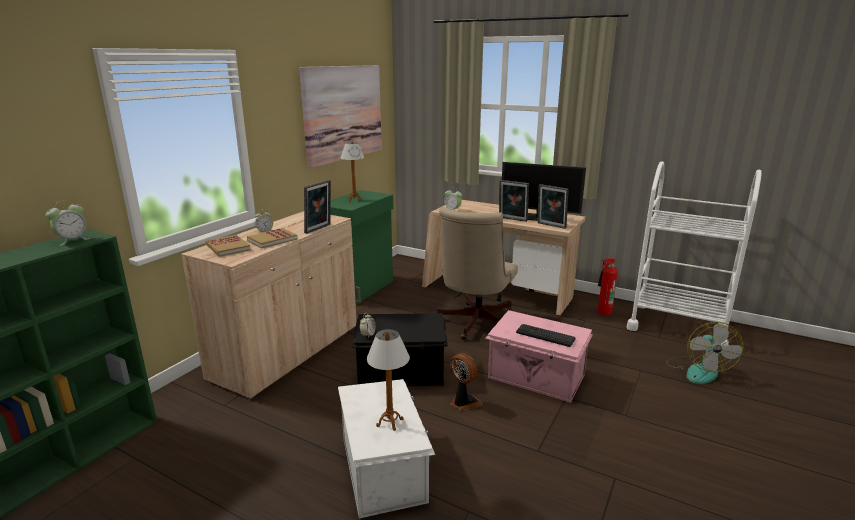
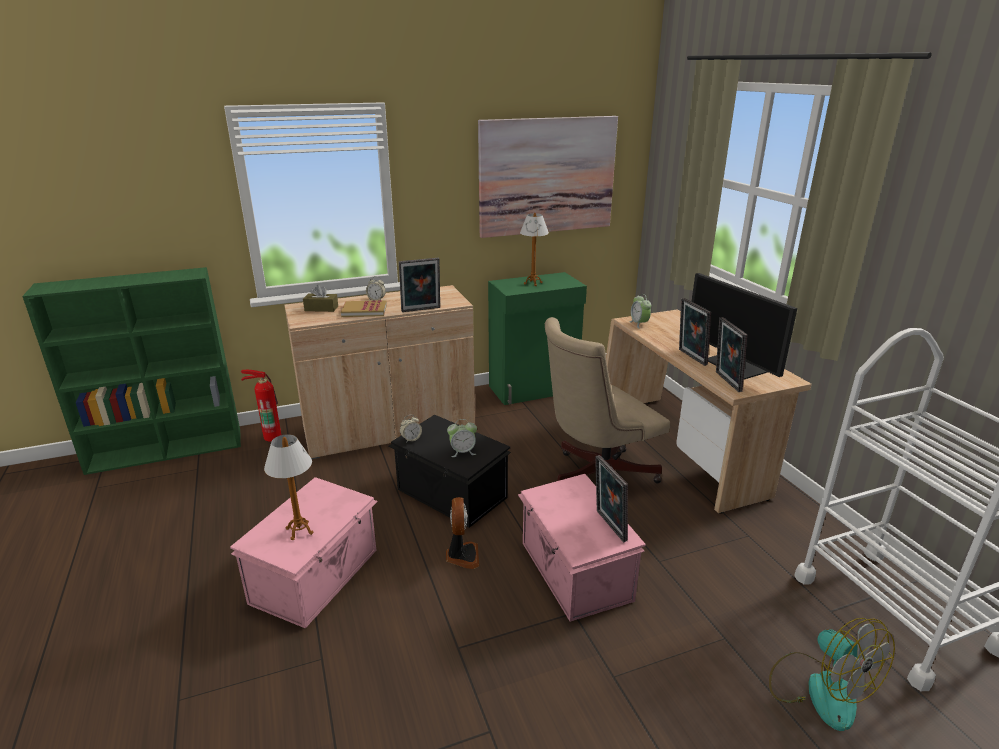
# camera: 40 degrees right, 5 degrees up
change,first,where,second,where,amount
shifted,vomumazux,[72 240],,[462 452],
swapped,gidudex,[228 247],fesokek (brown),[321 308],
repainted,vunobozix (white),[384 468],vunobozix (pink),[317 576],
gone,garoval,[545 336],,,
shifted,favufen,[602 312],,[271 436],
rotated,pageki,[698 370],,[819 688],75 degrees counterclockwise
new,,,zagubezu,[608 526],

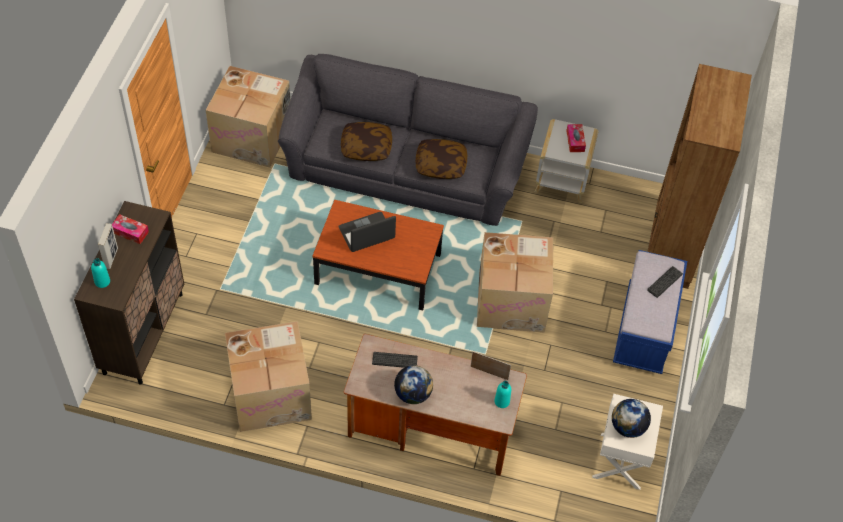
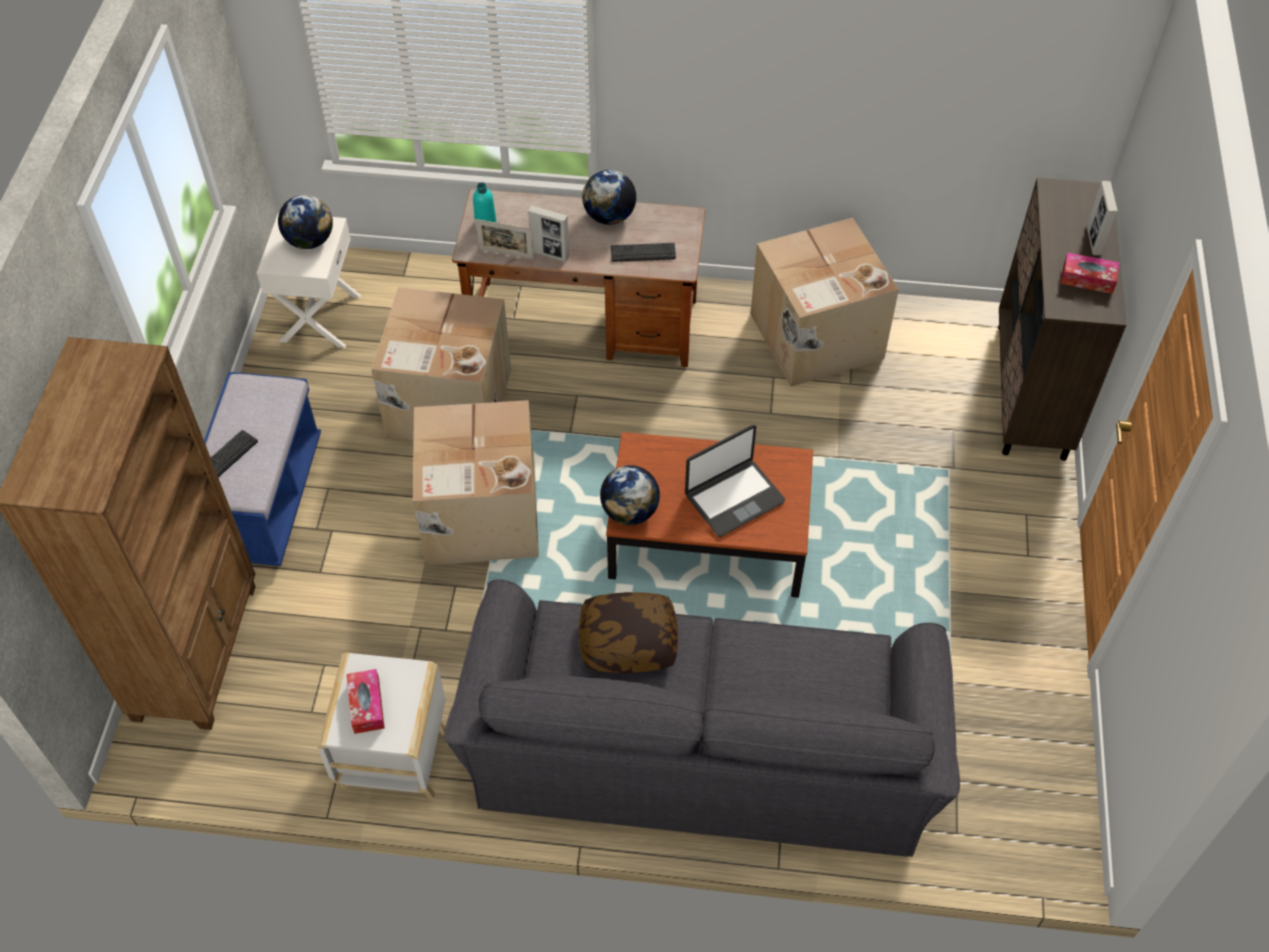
# camera: 175 degrees right, 0 degrees up
change,first,where,second,where,amount
gone,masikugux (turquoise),[102 281],,,
shifted,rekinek,[253 137],,[447 403],
gone,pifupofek,[366 147],,,
new,,,zagubezu,[550 254],
new,,,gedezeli,[630 512],

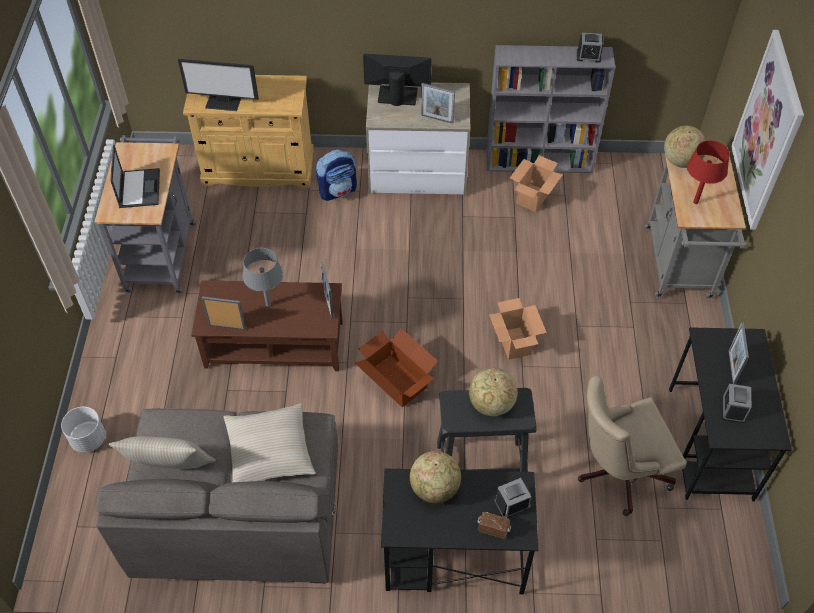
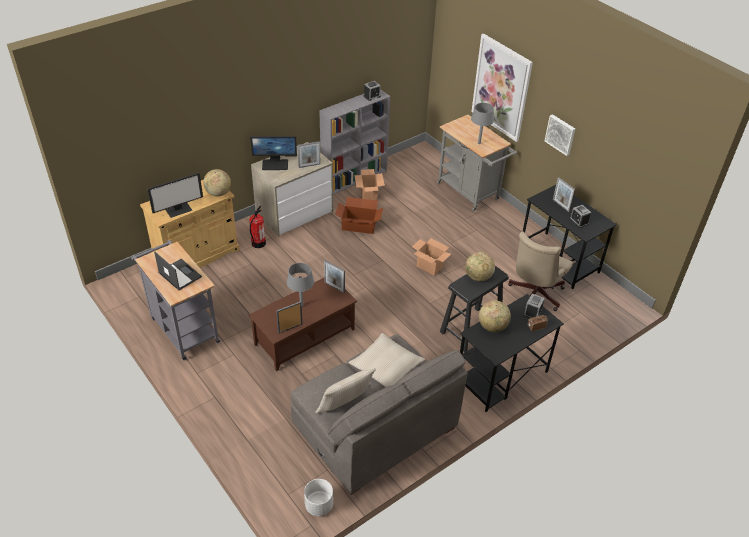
# camera: 40 degrees left, 10 degrees down
change,first,where,second,where,amount
shifted,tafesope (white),[88 439],,[319 505],
swapped,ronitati,[338 190],favufen,[258 243],
shifted,rekinek,[396 380],,[358 225],
rotated,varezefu,[397 96],,[275 164],150 degrees counterclockwise
shifted,gedezeli,[680 161],,[218 193],
repainted,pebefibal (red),[695 202],pebefibal (grey),[479 143],
new,,,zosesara,[560 134],

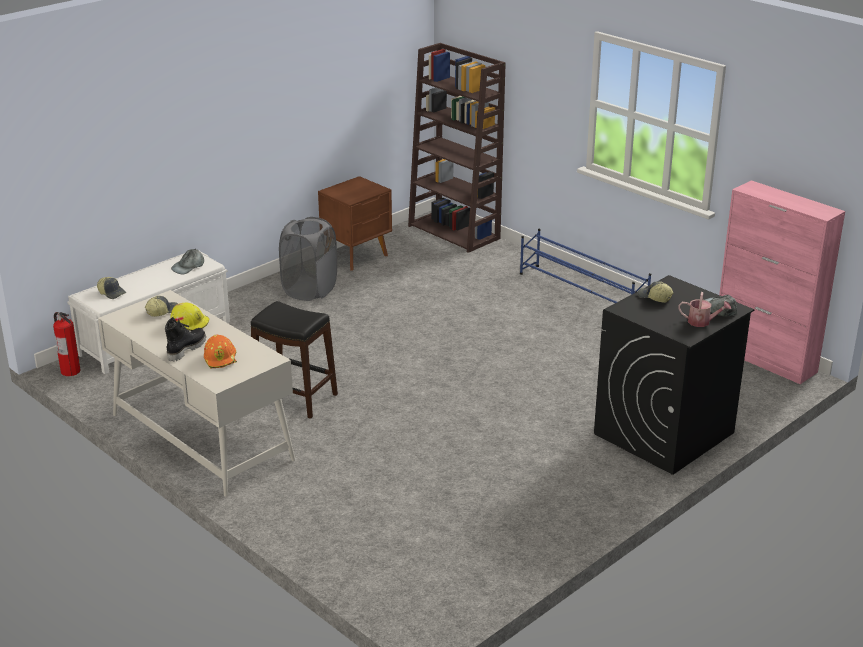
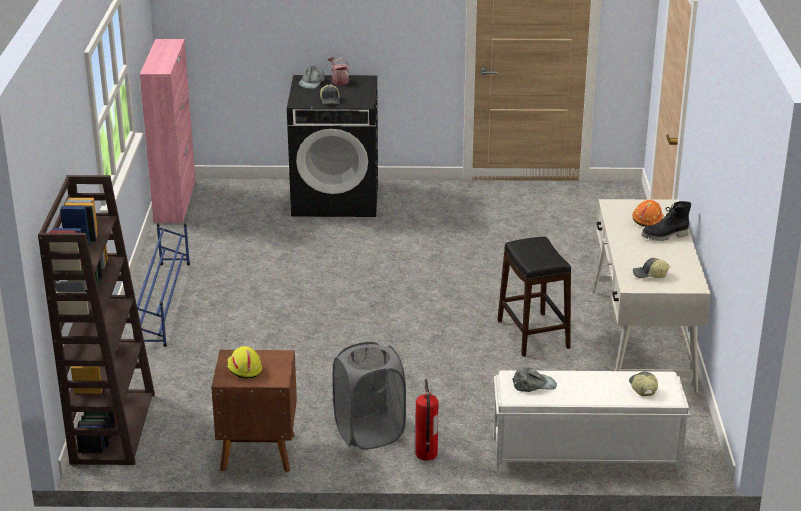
# camera: 135 degrees left, 0 degrees up
change,first,where,second,where,amount
shifted,favufen,[70 371],,[426 454],
shifted,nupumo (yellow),[190 323],,[243 369],

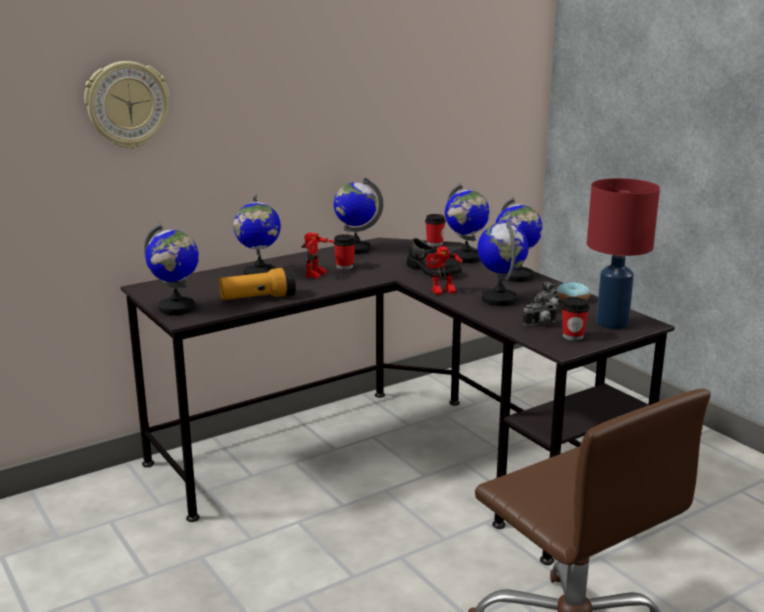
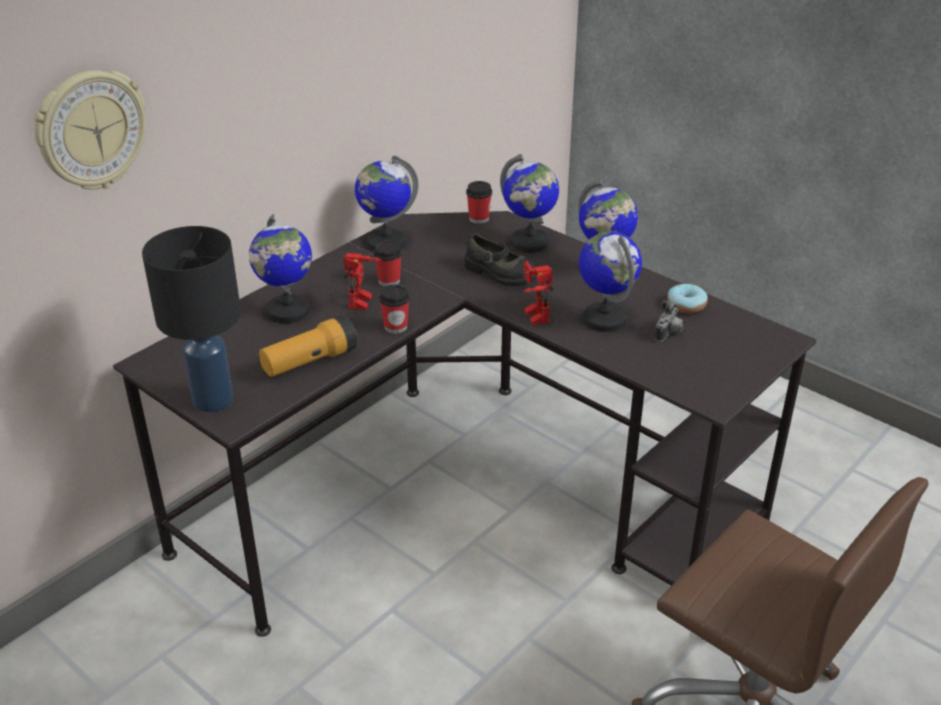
# camera: 15 degrees left, 15 degrees up
change,first,where,second,where,amount
swapped,gedezeli,[177 308],pebefibal (black),[214 399],
rotated,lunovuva,[443 292],,[532 315],105 degrees clockwise
gone,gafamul,[541 324],,,
shifted,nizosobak,[573 336],,[395 327],
gone,pebefibal (red),[612 323],,,

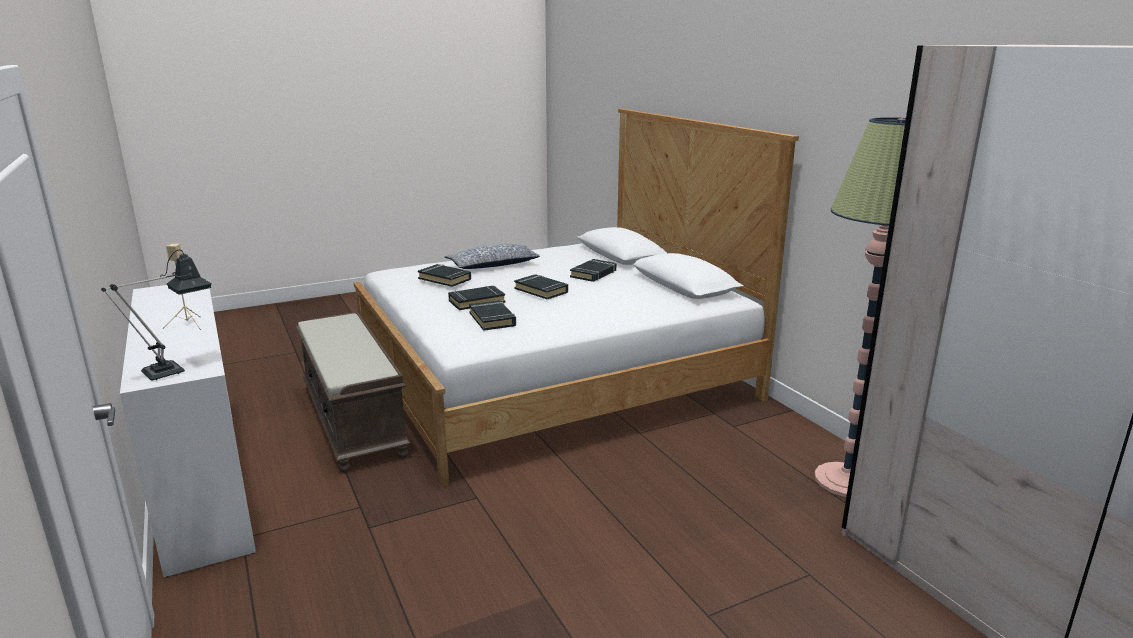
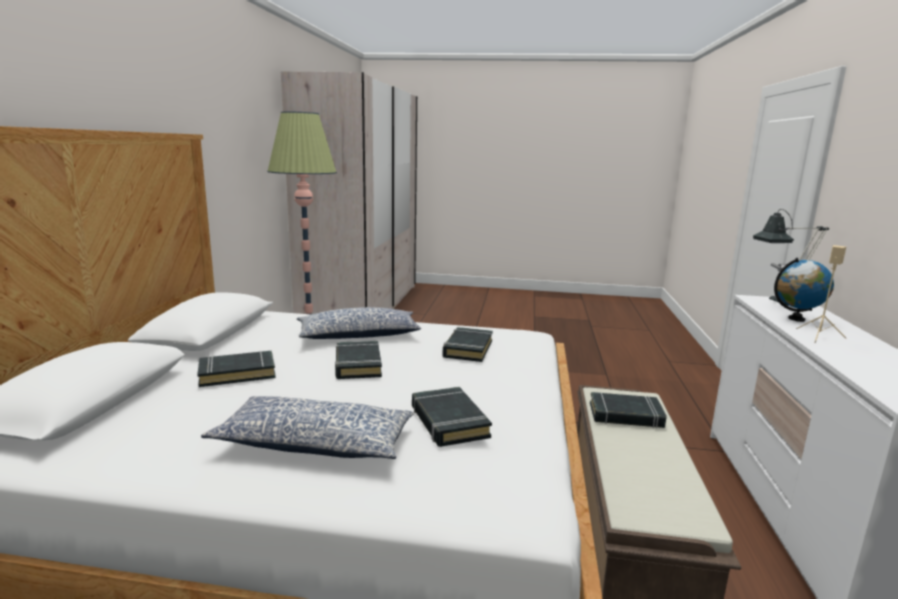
# camera: 145 degrees left, 5 degrees down
change,first,where,second,where,amount
shifted,gidudex (black),[476 301],,[625 415],
new,,,pifupofek,[359 336],
new,,,gedezeli,[796 319],

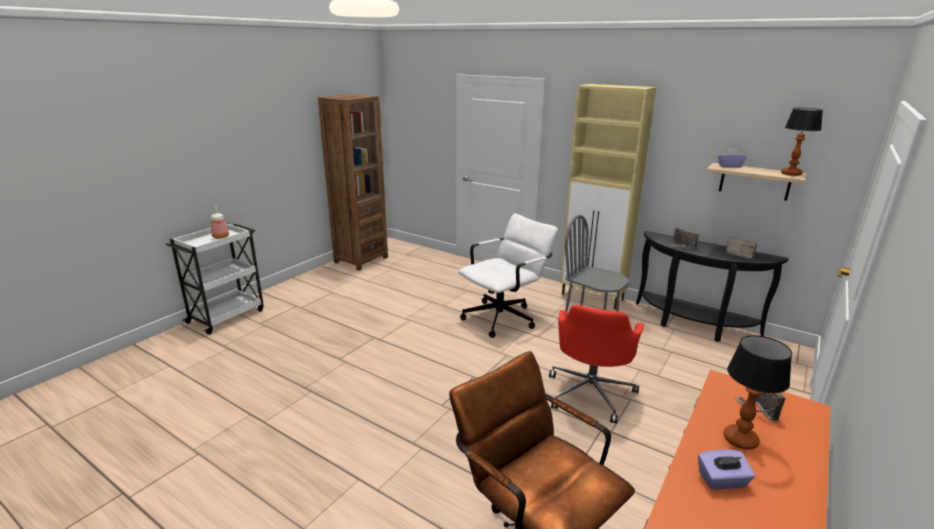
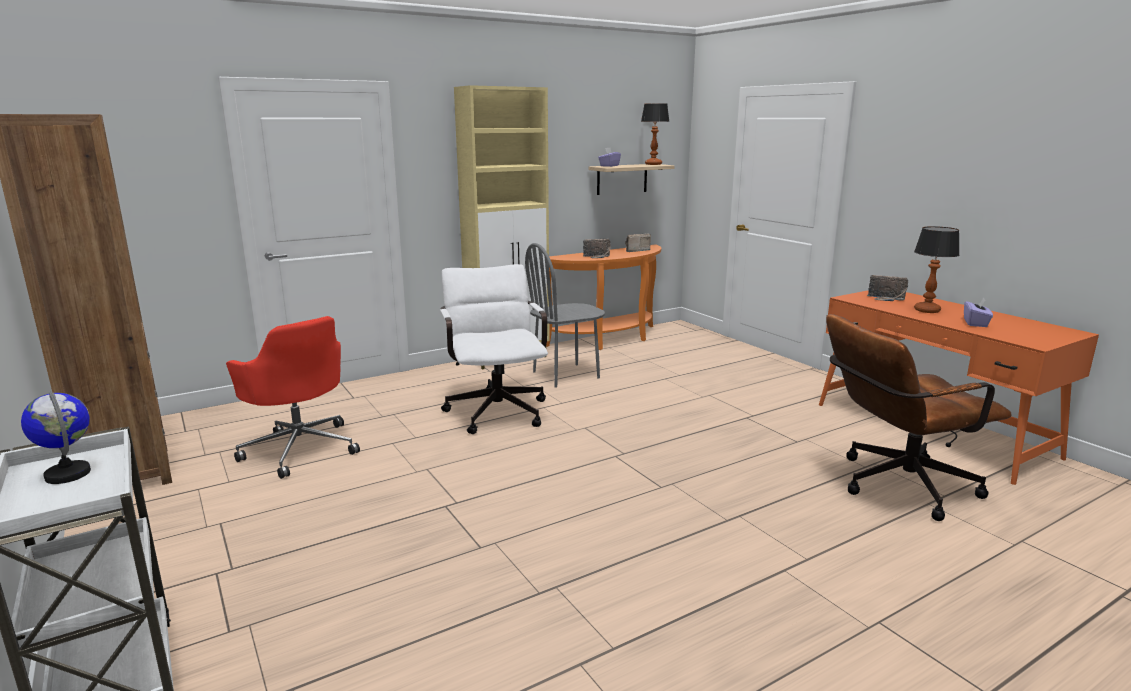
# camera: 65 degrees left, 5 degrees down
change,first,where,second,where,amount
swapped,masikugux,[221 237],gedezeli,[68 474],
shifted,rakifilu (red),[590 392],,[300 448],
repainted,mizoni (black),[692 325],mizoni (orange),[609 340],

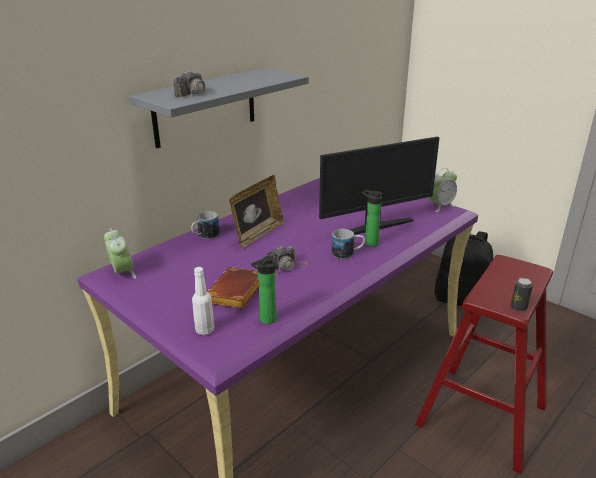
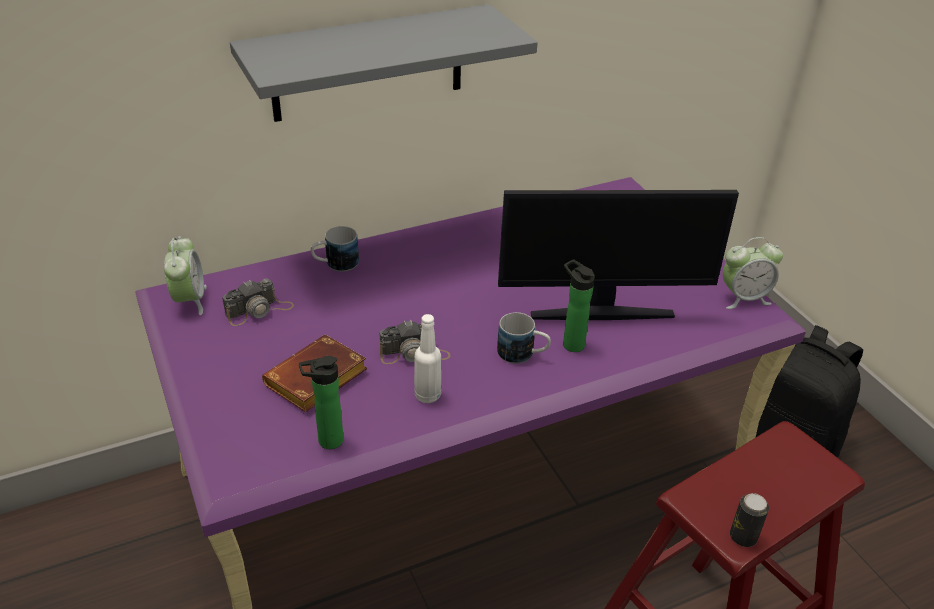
# camera: 20 degrees right, 10 degrees up
change,first,where,second,where,amount
shifted,gafamul,[196 93],,[259 310],
shifted,masikugux (white),[204 330],,[427 395],
gone,zagubezu,[257 234],,,

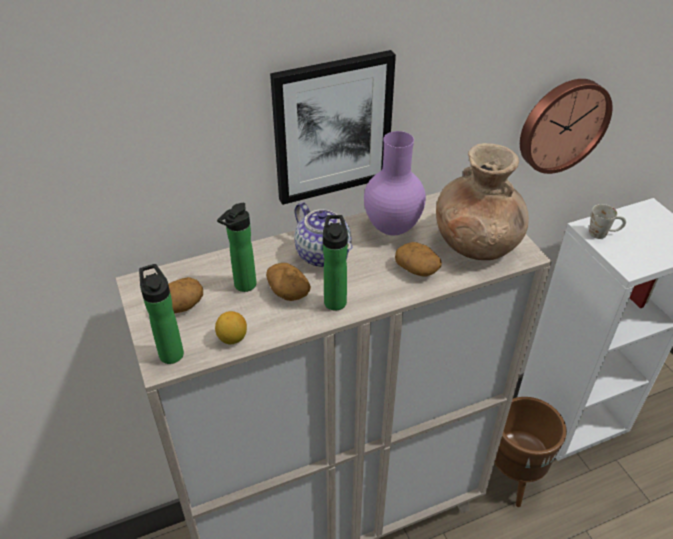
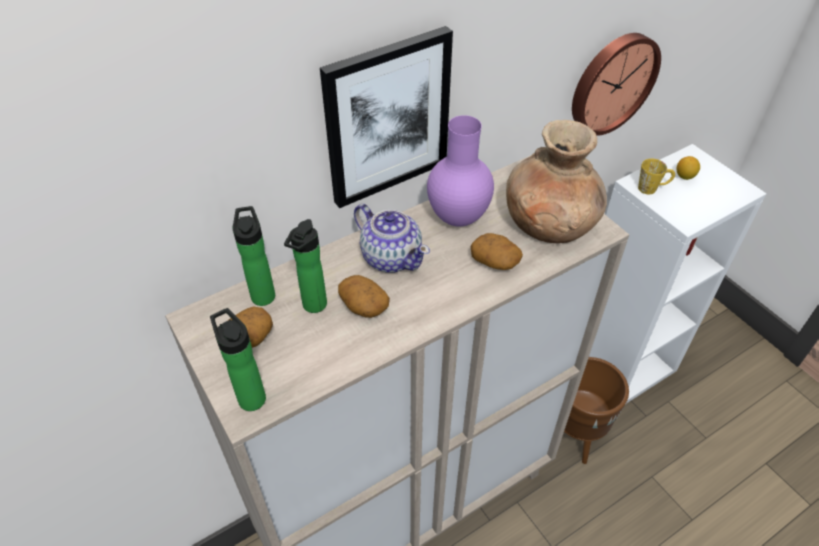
# camera: 10 degrees left, 5 degrees up
change,first,where,second,where,amount
shifted,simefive,[232 338],,[685 176],
shifted,masikugux,[335 300],,[263 293],
repainted,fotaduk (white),[603 233],fotaduk (yellow),[652 188],

